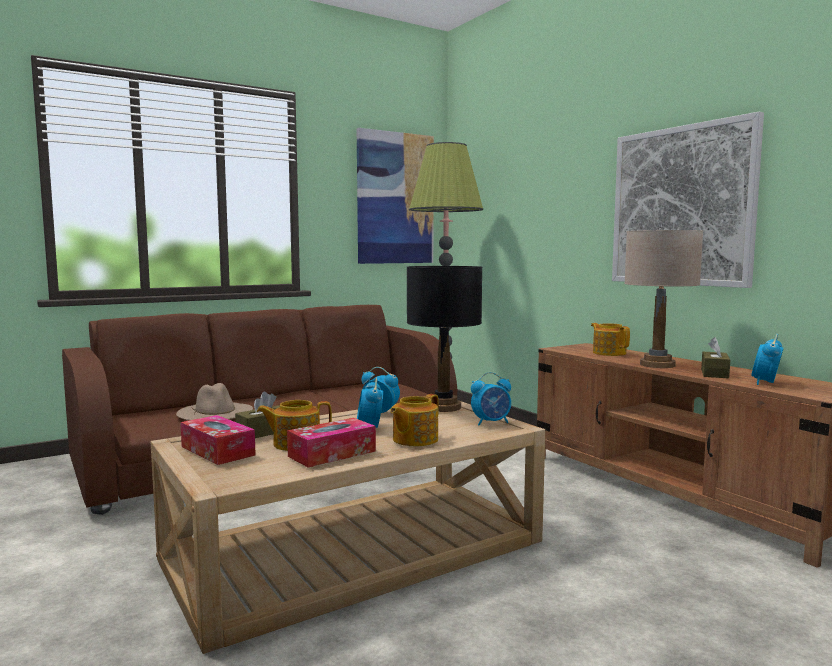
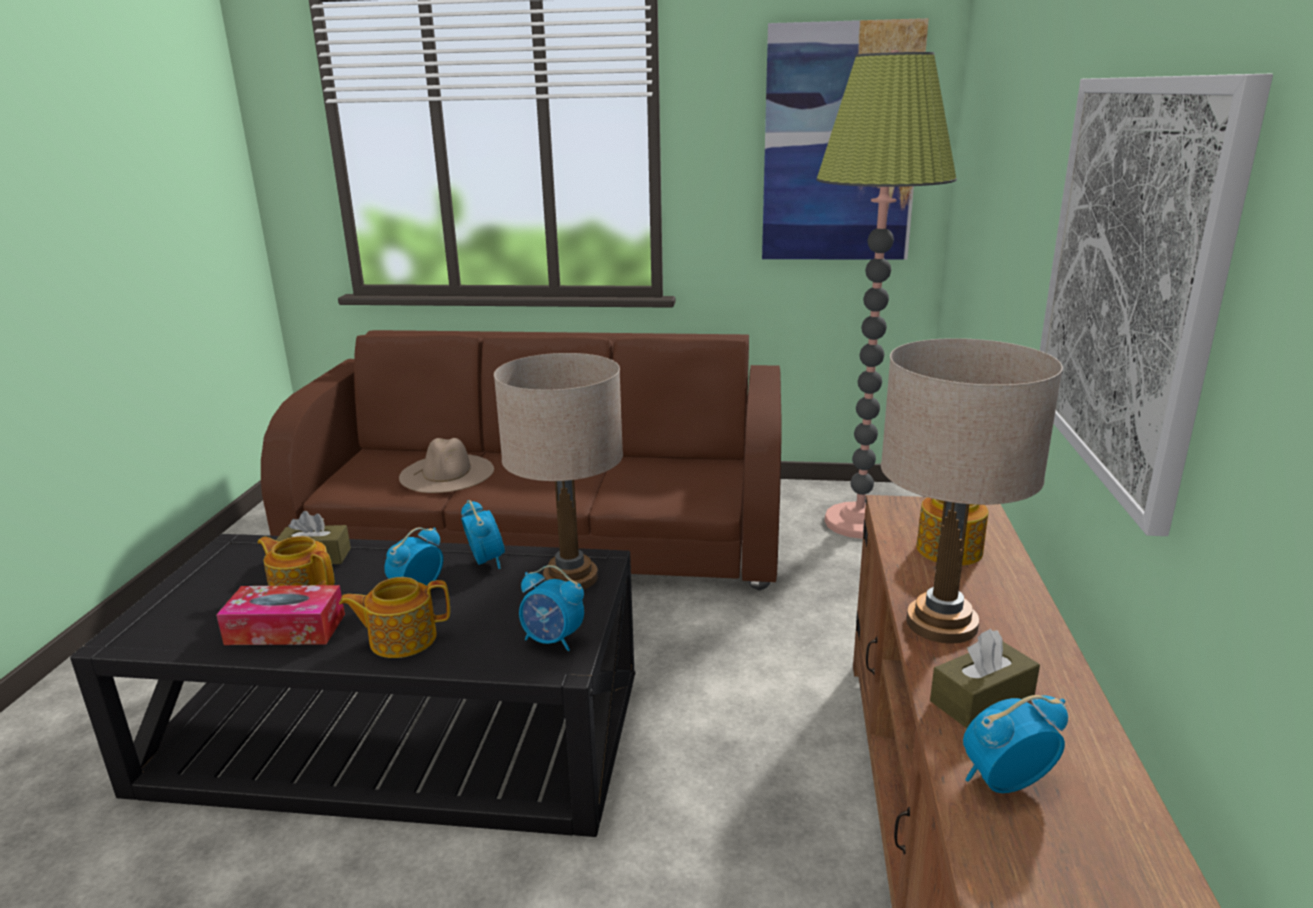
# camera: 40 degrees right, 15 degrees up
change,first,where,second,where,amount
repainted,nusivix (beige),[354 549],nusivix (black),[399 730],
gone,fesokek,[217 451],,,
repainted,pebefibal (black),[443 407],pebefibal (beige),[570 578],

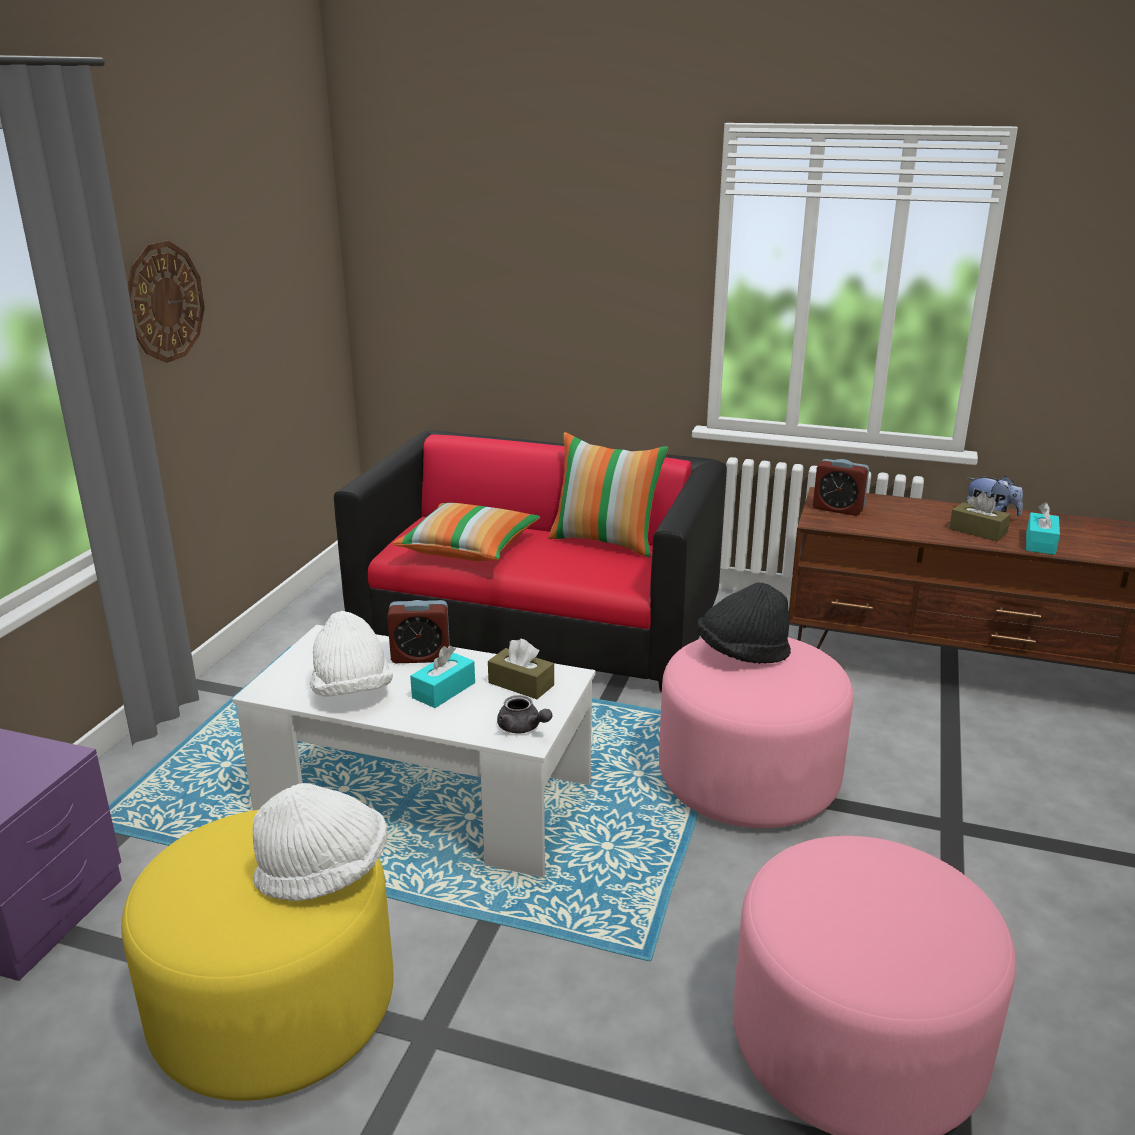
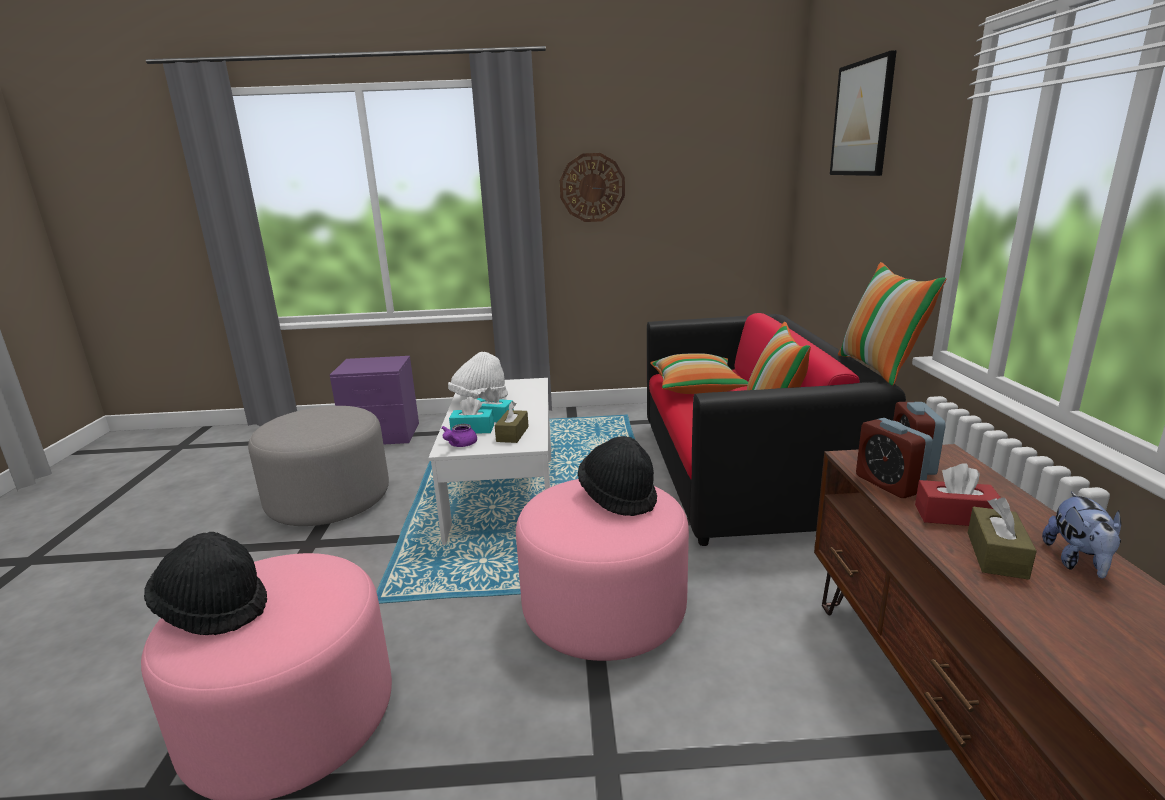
# camera: 70 degrees right, 5 degrees down
change,first,where,second,where,amount
repainted,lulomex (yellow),[274 1007],lulomex (grey),[329 500],
gone,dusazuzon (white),[324 872],,,
shifted,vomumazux,[420 656],,[888 484],
repainted,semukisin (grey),[522 728],semukisin (purple),[459 445],
shifted,fesokek (turquoise),[1040 543],,[472 429],
new,,,dusazuzon (black),[214 609],
new,,,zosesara,[862 119],
new,,,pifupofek,[879 368],
new,,,fesokek (red),[955 516],

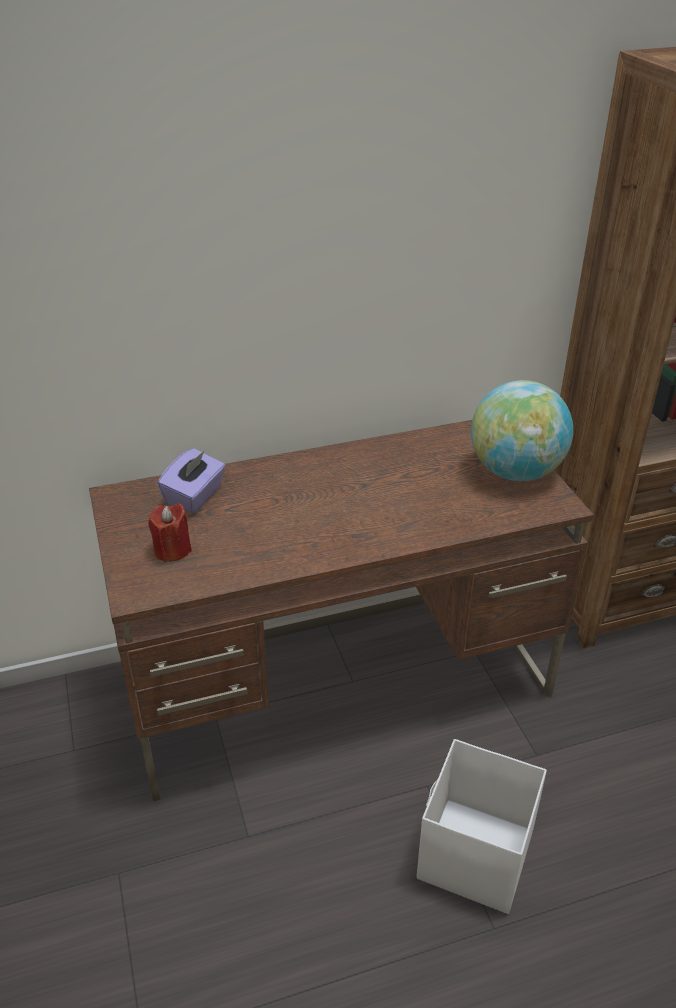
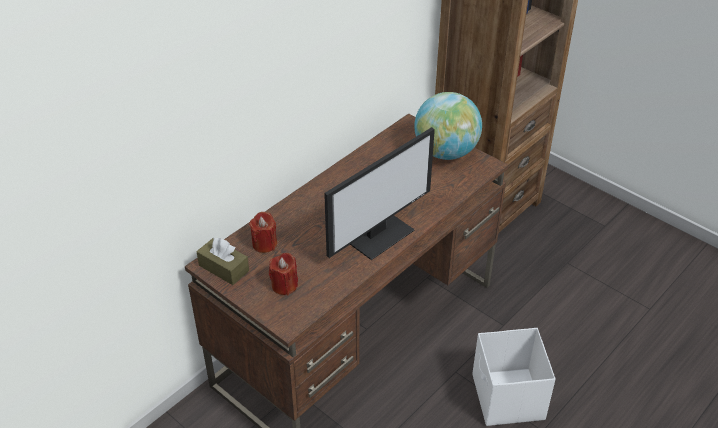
# camera: 30 degrees left, 5 degrees up
change,first,where,second,where,amount
swapped,fesokek (purple),[195 497],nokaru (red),[264 244],
new,,,fesokek (brown),[224 268],
new,,,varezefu,[379 234],

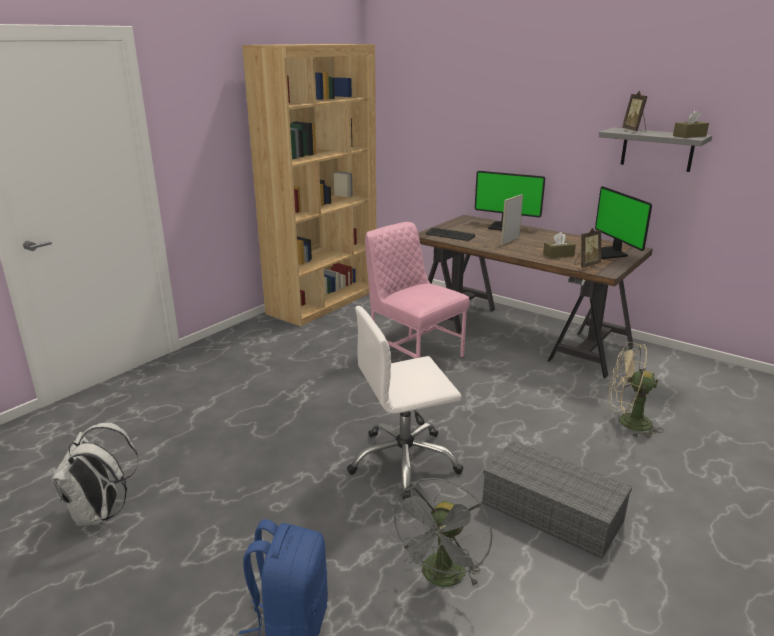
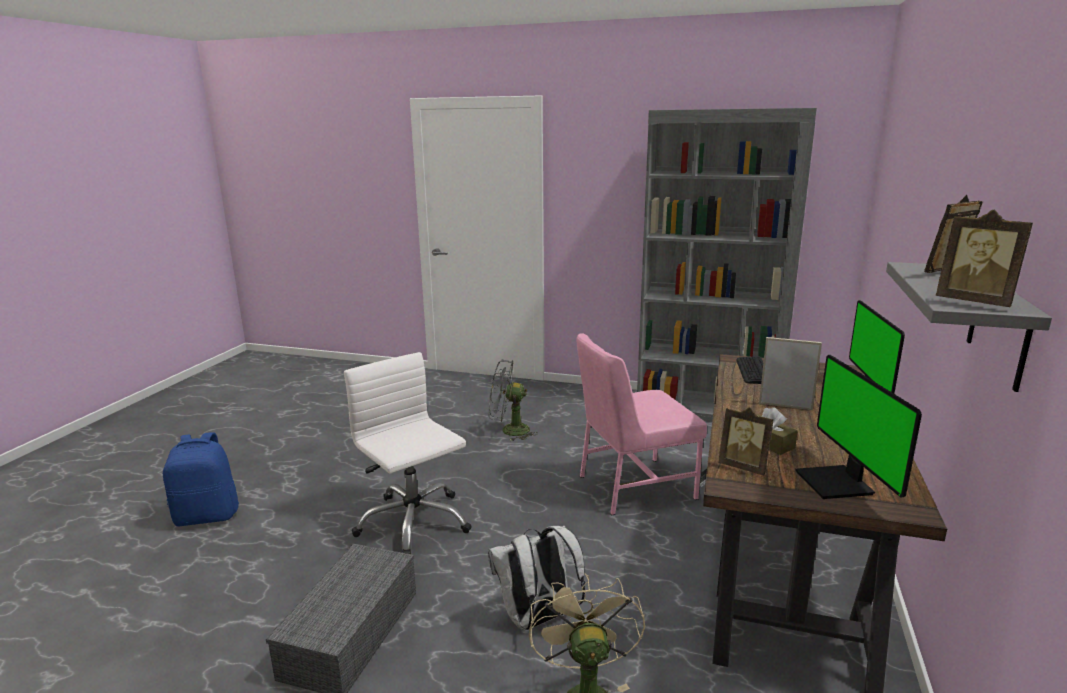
# camera: 70 degrees right, 5 degrees down
change,first,where,second,where,amount
shifted,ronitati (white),[100 514],,[537 619],
repainted,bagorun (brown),[323 302],bagorun (grey),[707 410],
rotated,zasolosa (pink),[413 355],,[633 486],135 degrees counterclockwise
shifted,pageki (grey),[442 579],,[509 431],
rotated,varezefu,[608 253],,[837 483],60 degrees counterclockwise
swapped,fesokek (brown),[689 136],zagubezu,[975 302],

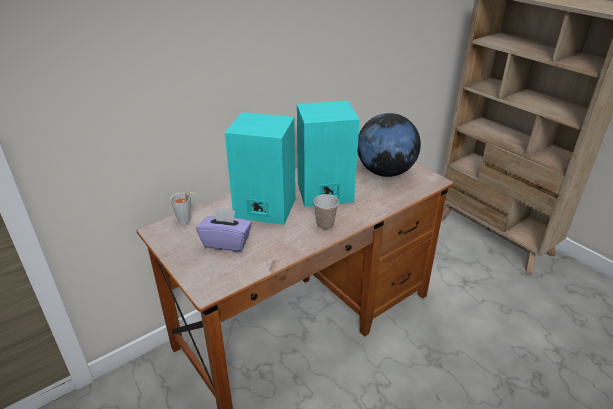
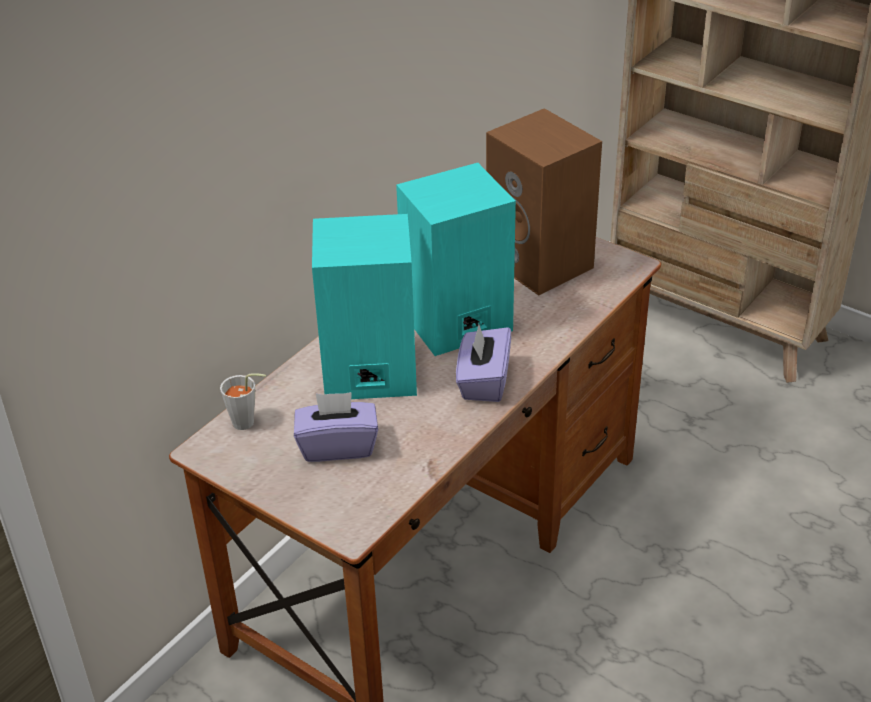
# camera: 15 degrees left, 5 degrees up
change,first,where,second,where,amount
swapped,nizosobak,[325 224],fesokek (purple),[483 381],
swapped,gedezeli,[385 172],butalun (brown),[542 263],

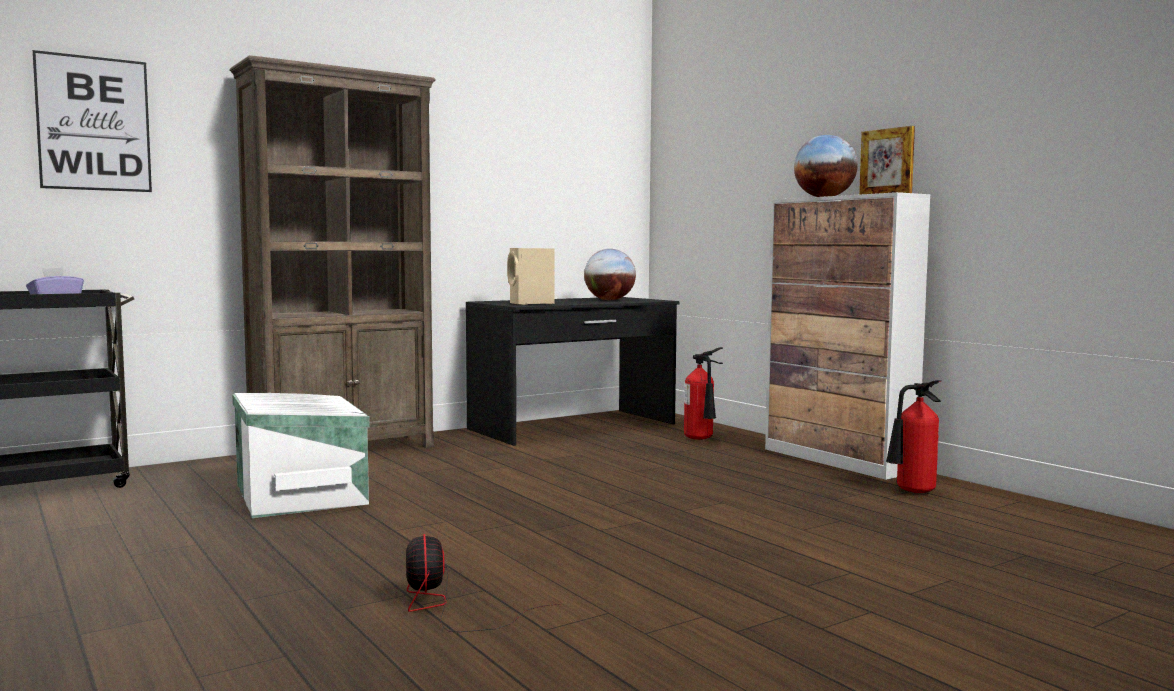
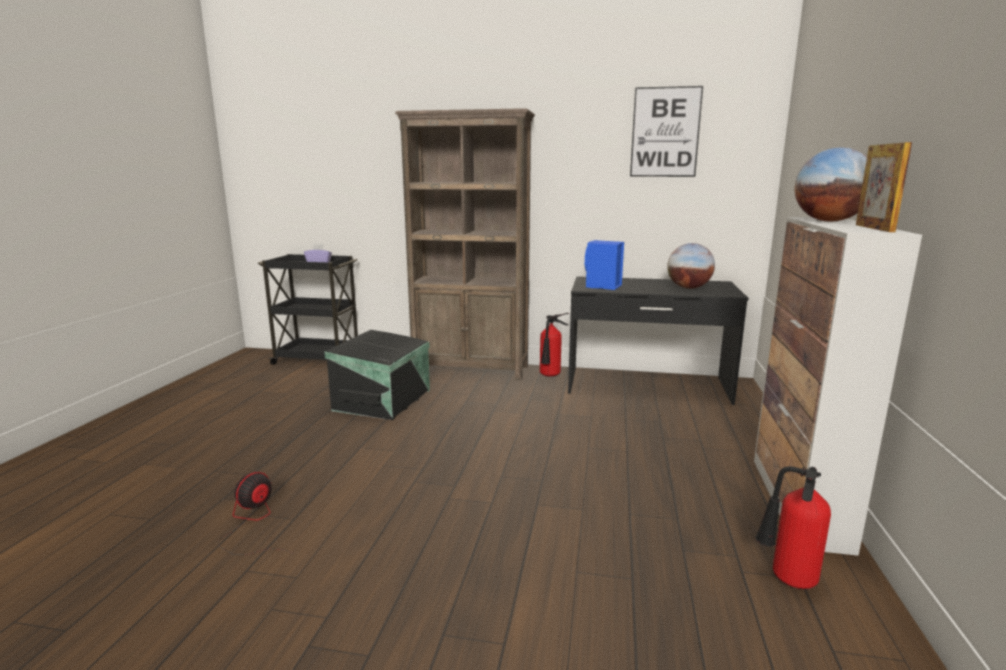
# camera: 45 degrees right, 10 degrees up
change,first,where,second,where,amount
shifted,zosesara,[94 124],,[665 132],
repainted,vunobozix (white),[302 494],vunobozix (black),[384 400],
repainted,butalun (beige),[531 303],butalun (blue),[602 286],
shifted,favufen,[702 439],,[550 376],

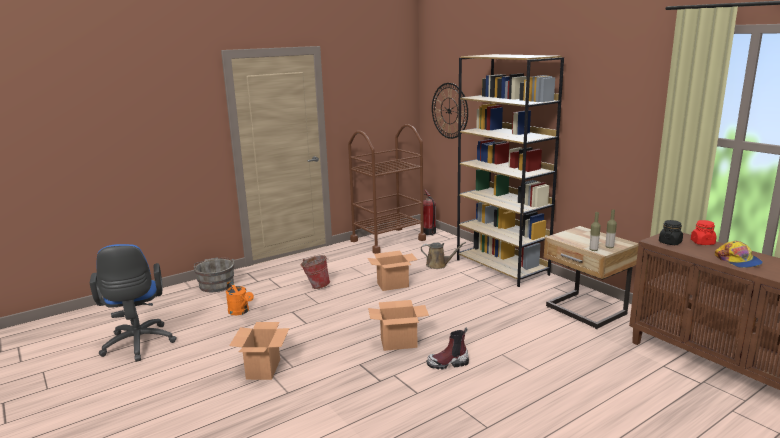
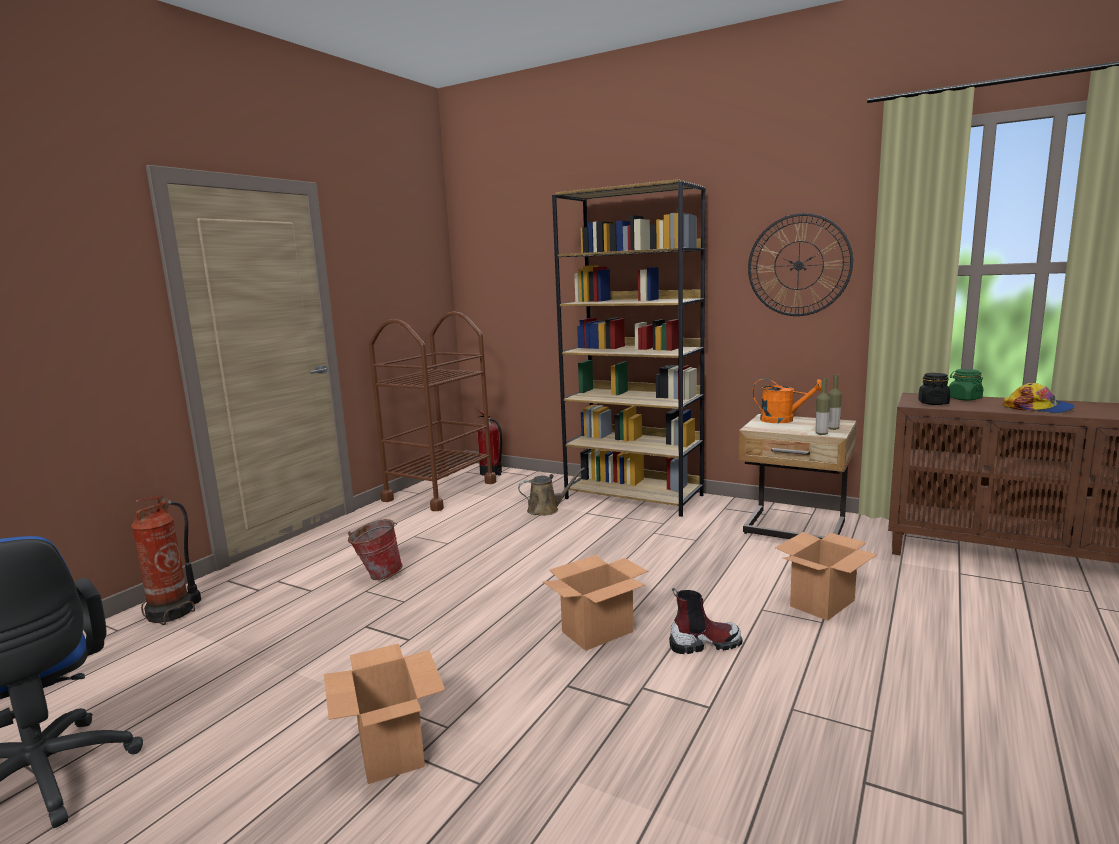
# camera: 25 degrees left, 5 degrees down
change,first,where,second,where,amount
swapped,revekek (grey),[216 284],favufen,[173 612],
shifted,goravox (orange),[240 312],,[783 420],
shifted,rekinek,[393 285],,[822 603],
rotated,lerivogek,[448 363],,[704 644],150 degrees counterclockwise
shifted,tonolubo,[449 111],,[798 265],
repainted,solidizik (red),[702 242],solidizik (green),[964 399],

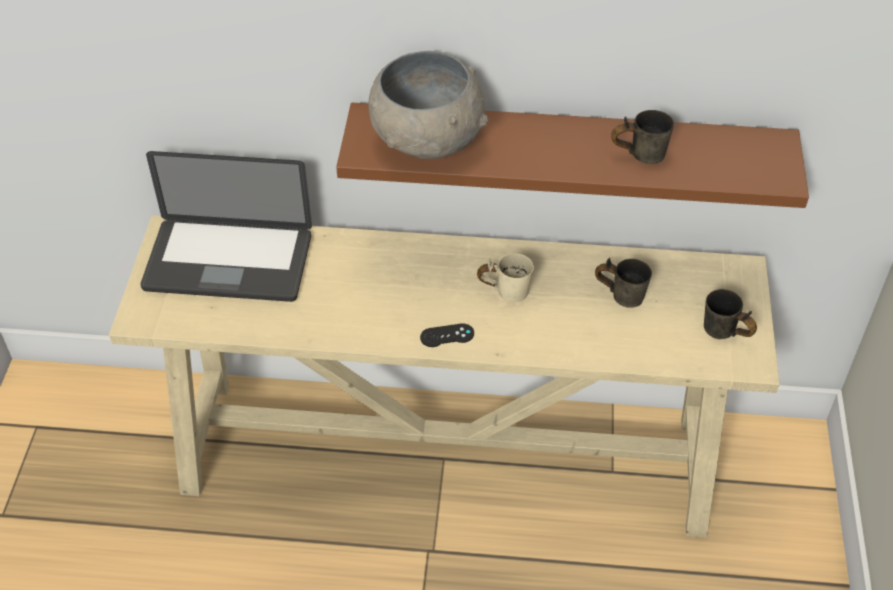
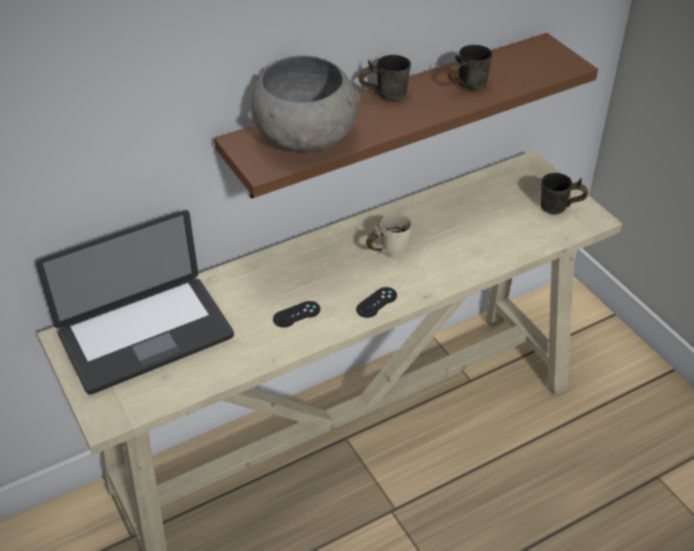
# camera: 35 degrees left, 5 degrees down
change,first,where,second,where,amount
shifted,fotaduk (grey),[622 293],,[384 94],
new,,,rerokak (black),[296 314],

